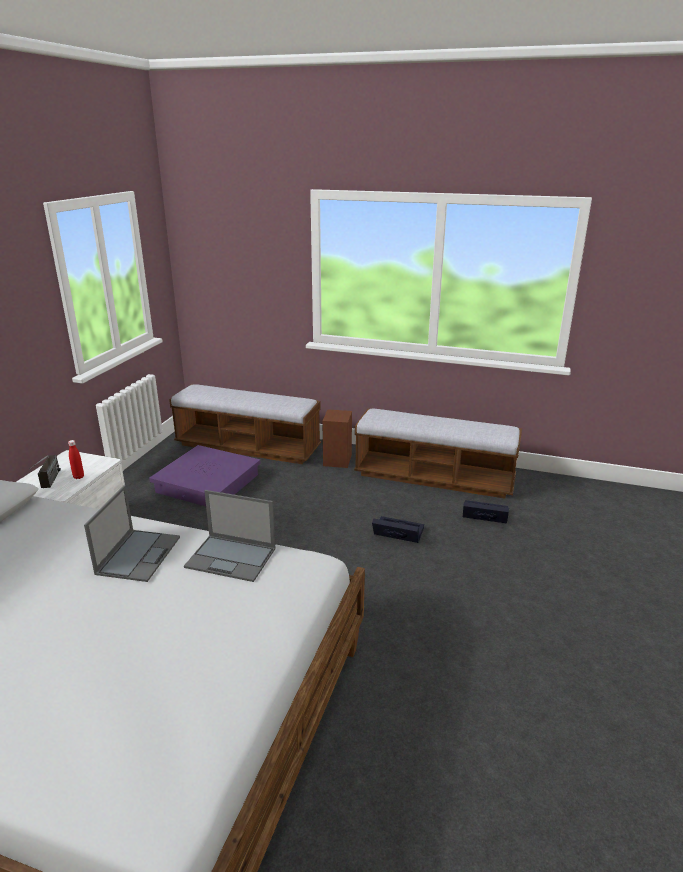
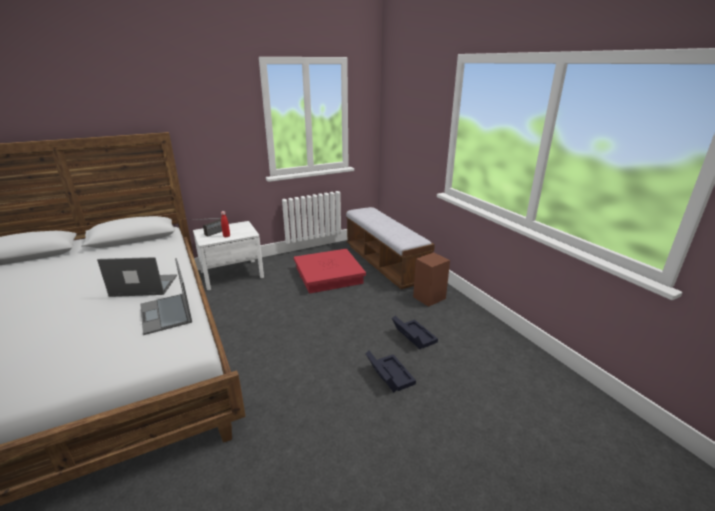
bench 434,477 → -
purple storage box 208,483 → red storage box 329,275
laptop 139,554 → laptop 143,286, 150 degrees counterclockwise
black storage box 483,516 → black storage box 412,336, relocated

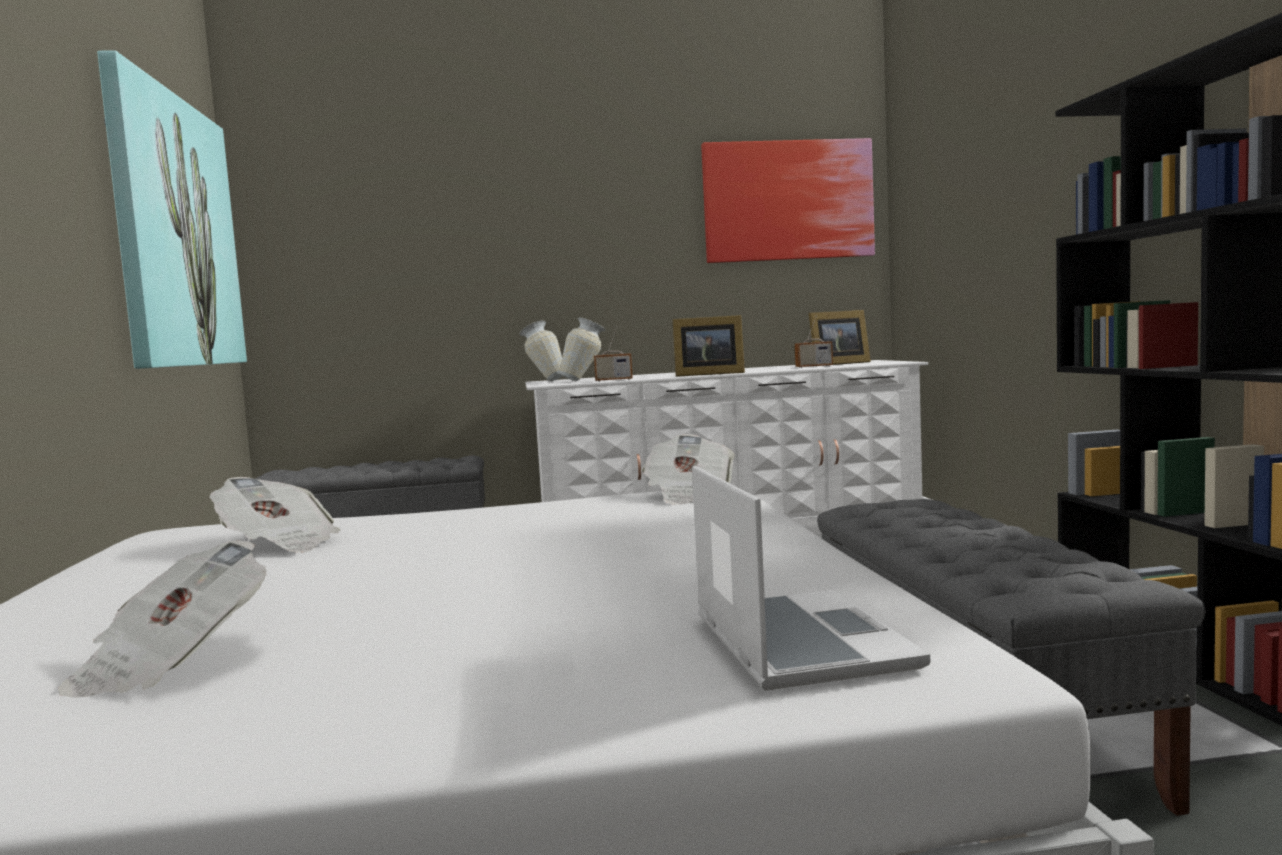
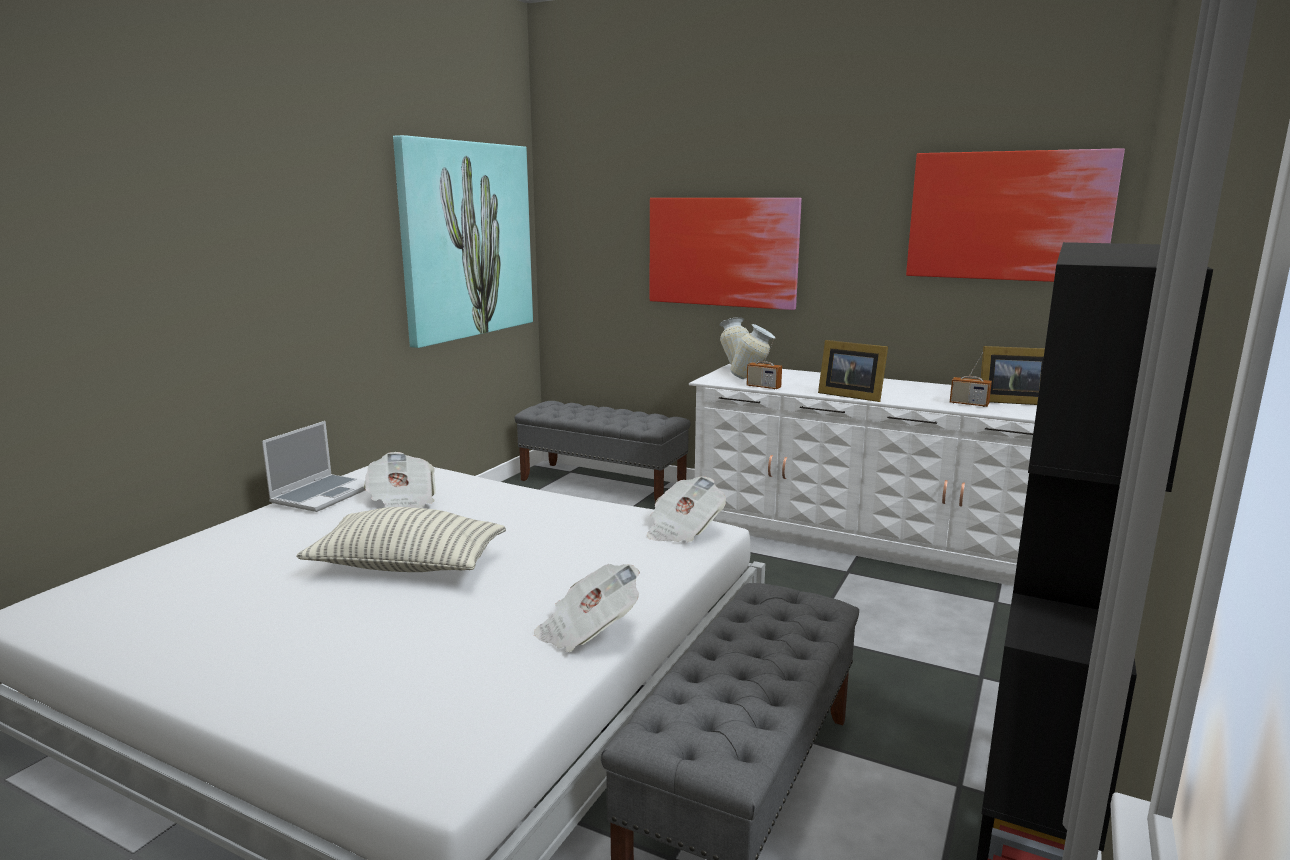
laptop 796,642 → laptop 323,494, relocated
newspaper 171,665 → newspaper 587,631, relocated
- → picture 722,252
- → pillow 407,566

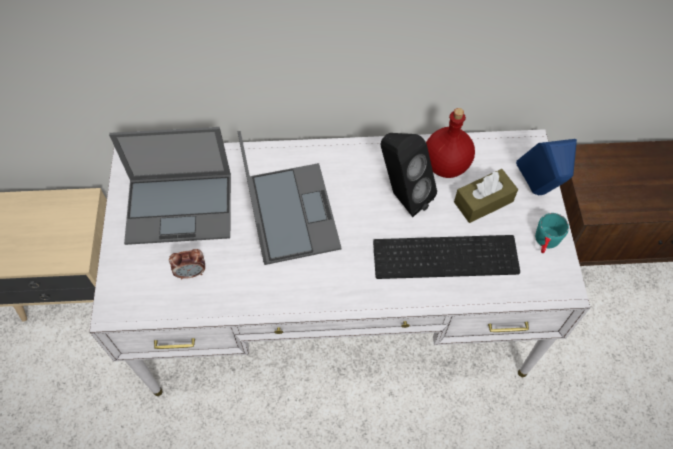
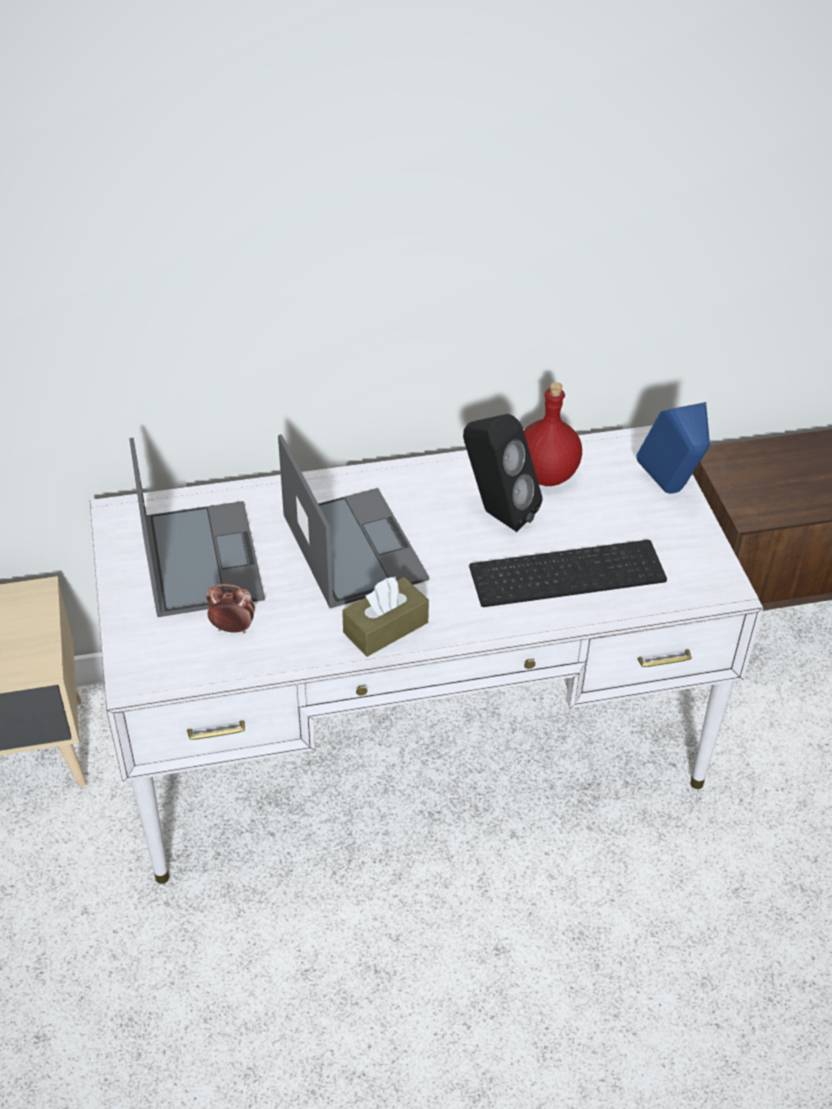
laptop 181,207 → laptop 200,557, 90 degrees counterclockwise
brown tissue box 483,202 → brown tissue box 385,627, relocated
turquoise mug 545,243 → -
alarm clock 191,273 → alarm clock 232,628, 150 degrees counterclockwise

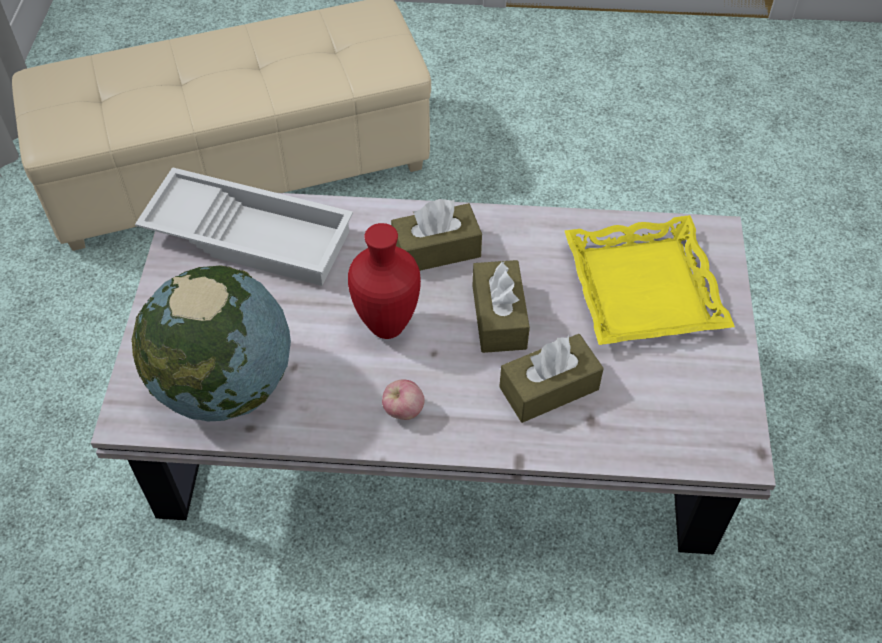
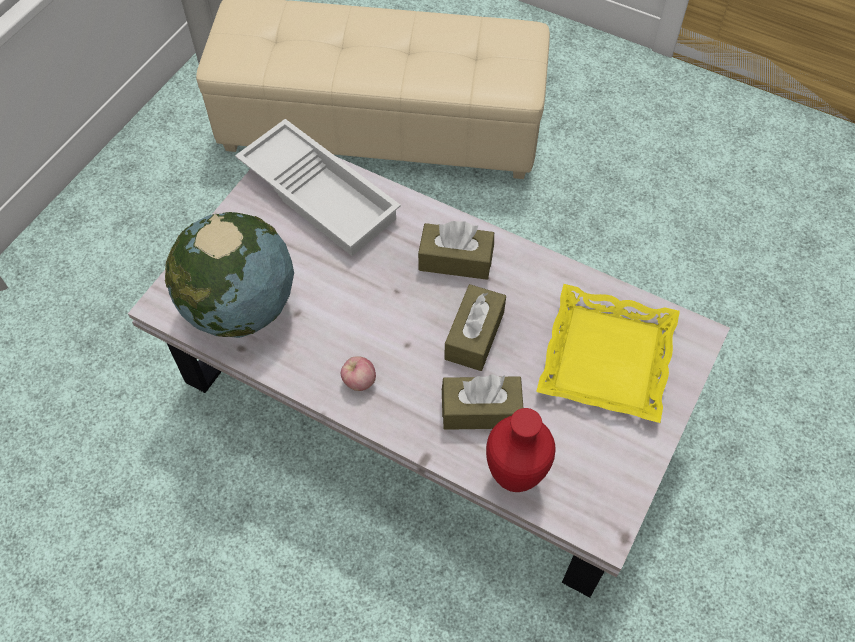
red vase 387,328 → red vase 513,480, relocated

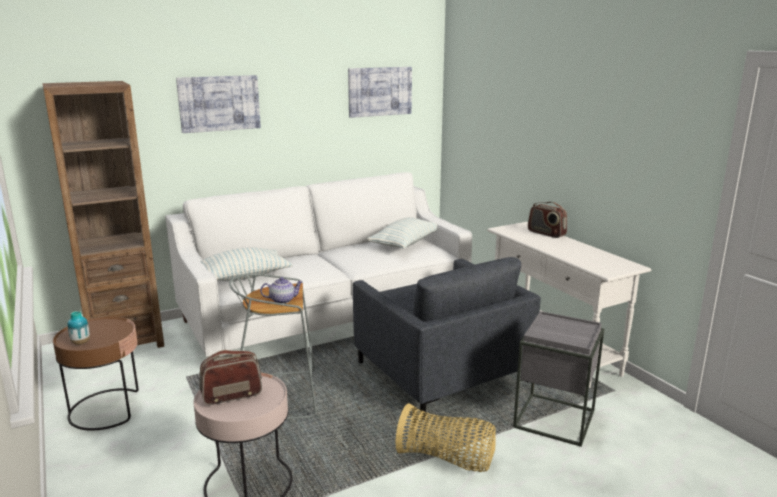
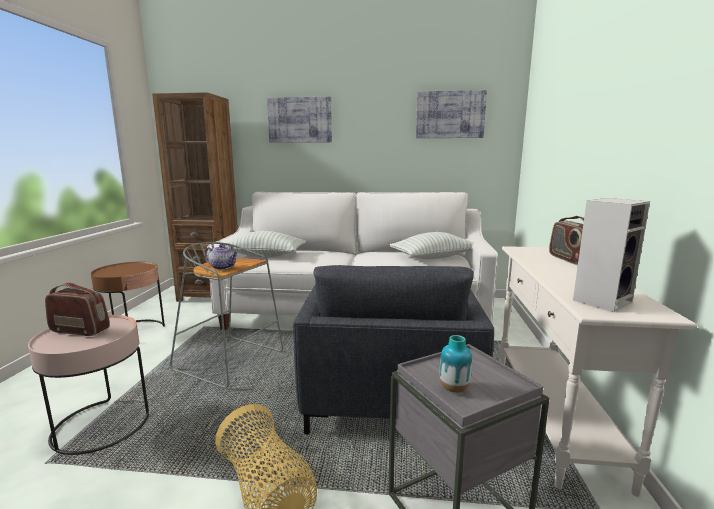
vase 81,343 → vase 454,388, relocated
- → speaker 602,301

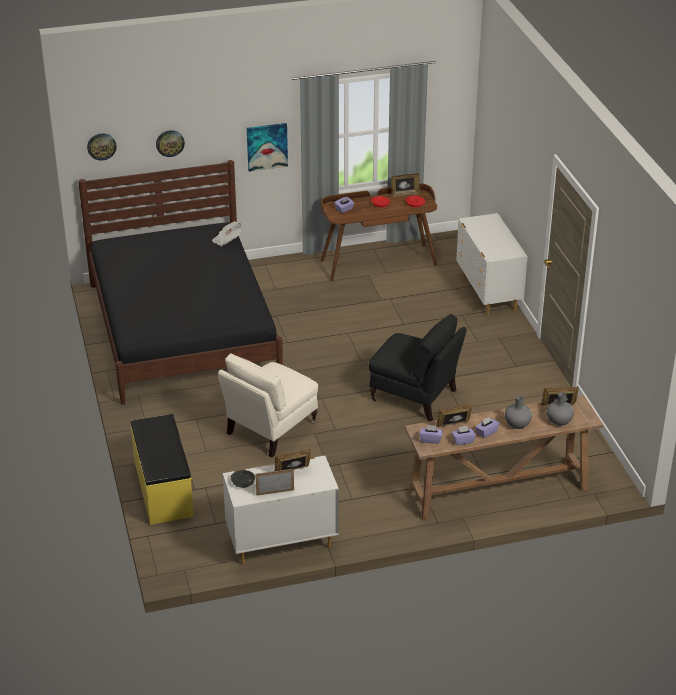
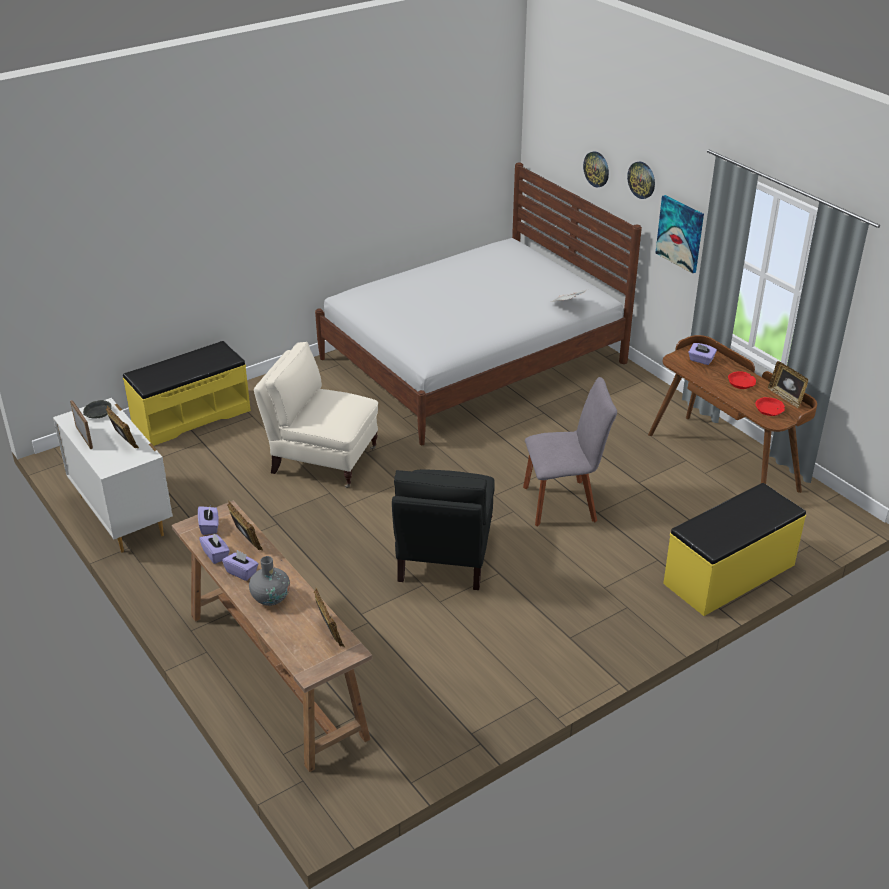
wall clock 101,146 → wall clock 642,180, relocated
black bed 183,330 → white bed 472,360
white dresser 488,294 → yellow bench 730,575
grey vase 559,421 → -
- → grey chair 564,503

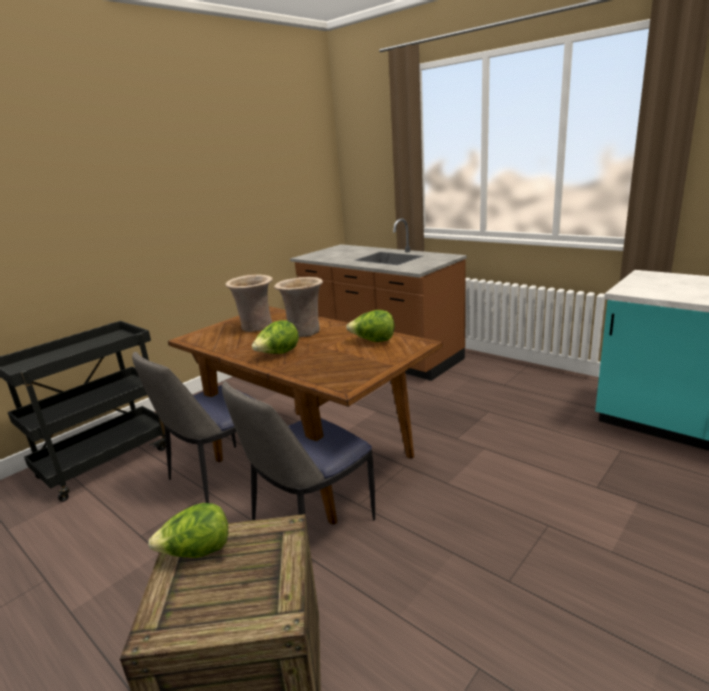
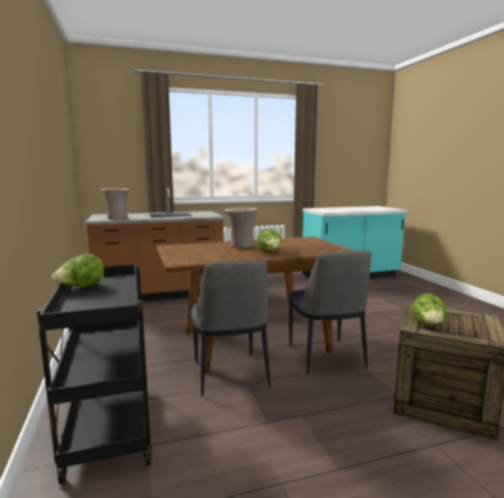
beige vase 256,328 → beige vase 118,219, relocated
lettuce 373,341 → lettuce 81,287, relocated

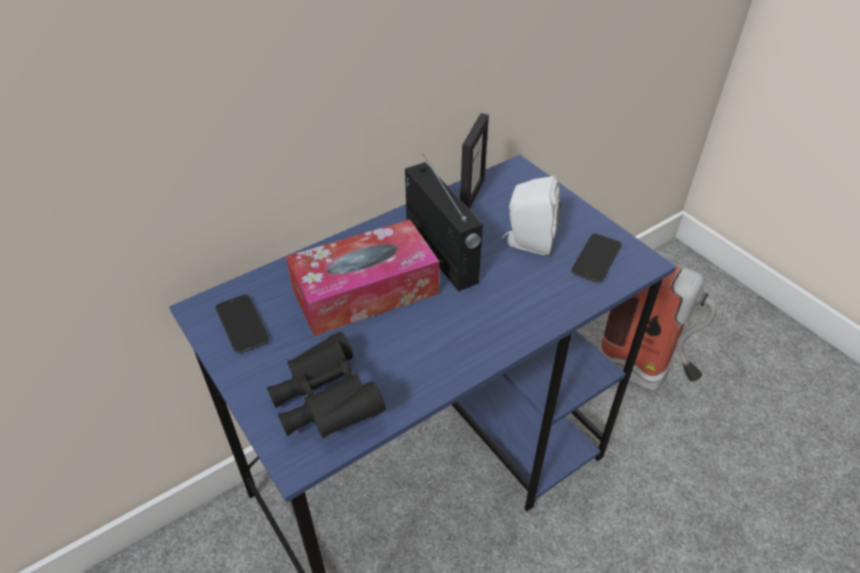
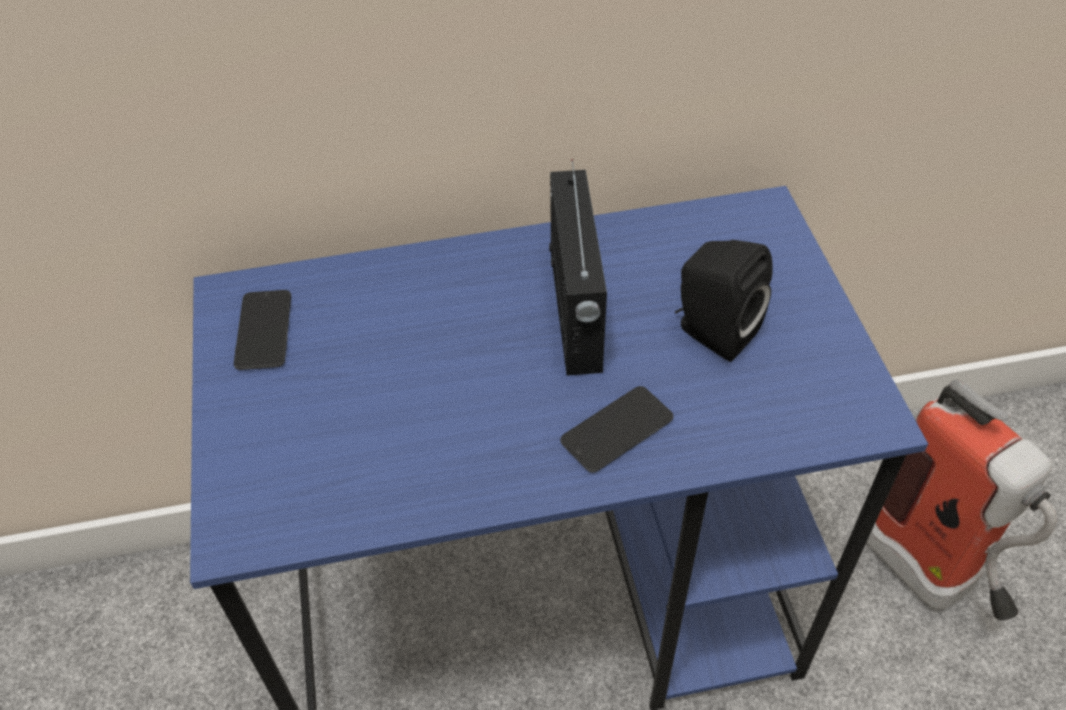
picture frame 471,195 → -
white speaker 527,242 → black speaker 712,332
tissue box 365,291 → -
phone 596,258 → phone 617,430, relocated
black binoculars 325,402 → -

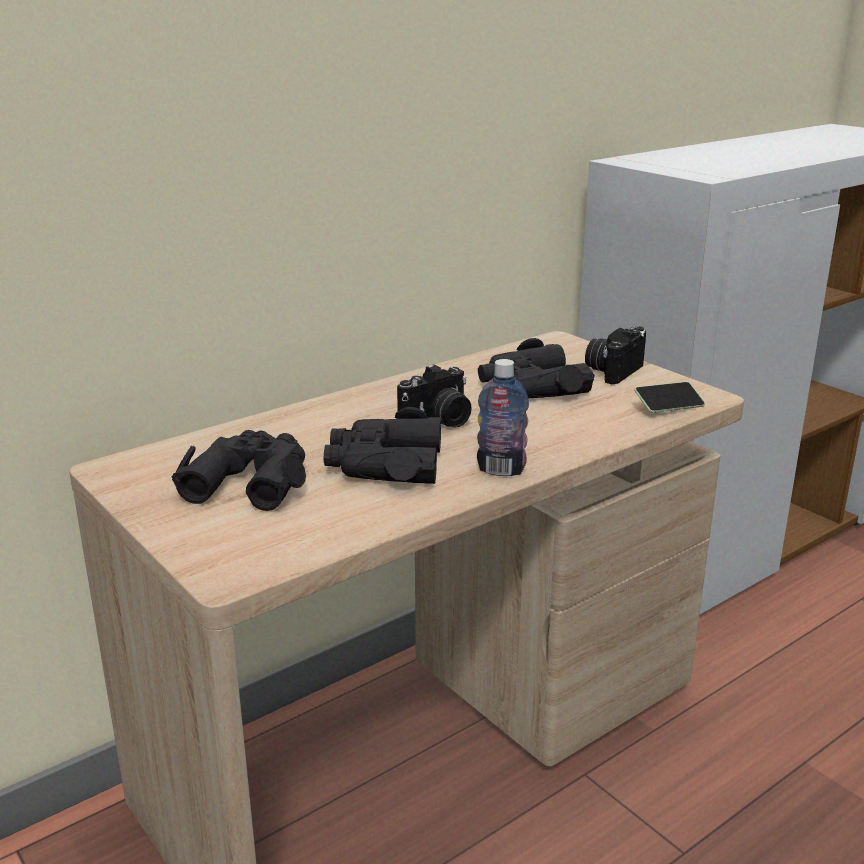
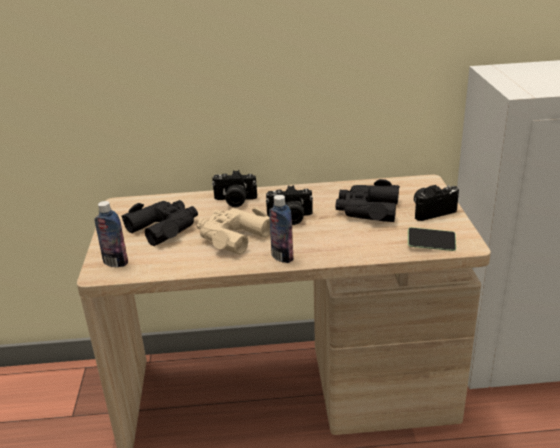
black binoculars 385,464 → beige binoculars 232,236
- → photo camera 234,201
- → bottle 115,263

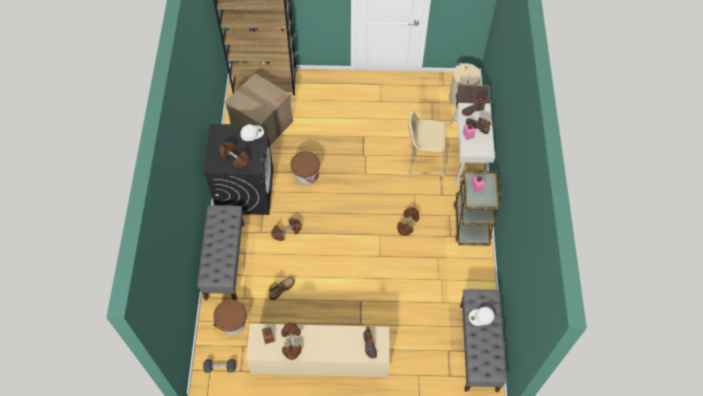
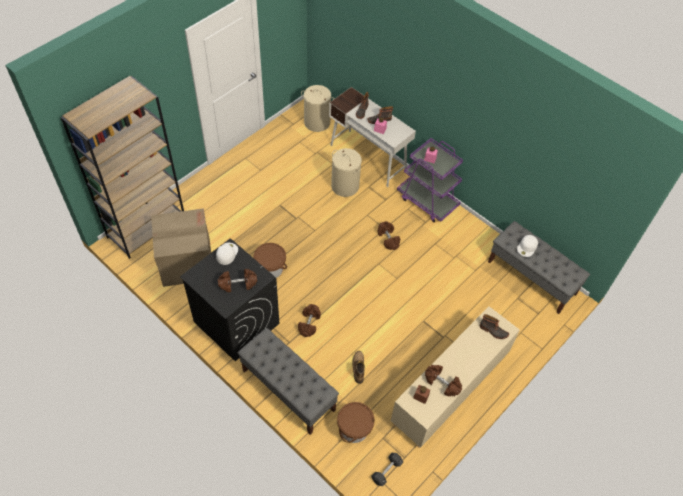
beige stool 424,160 → beige laundry basket 345,186
brown cart 471,222 → purple cart 427,201

